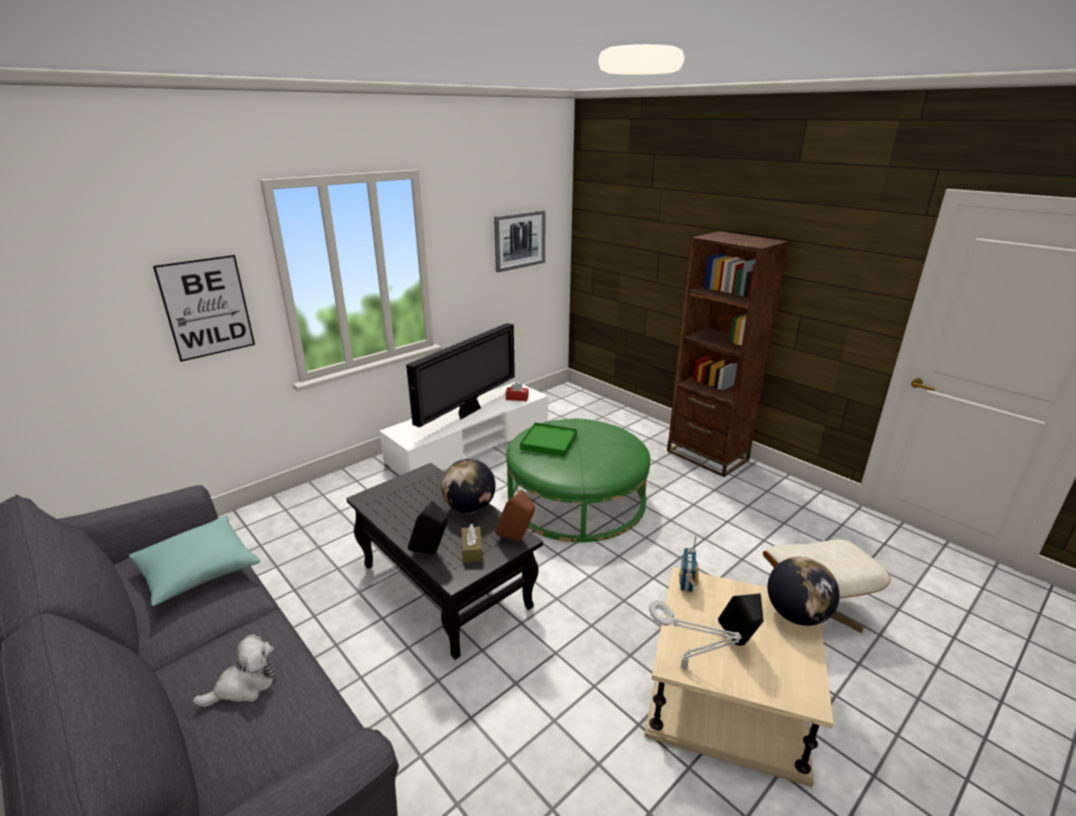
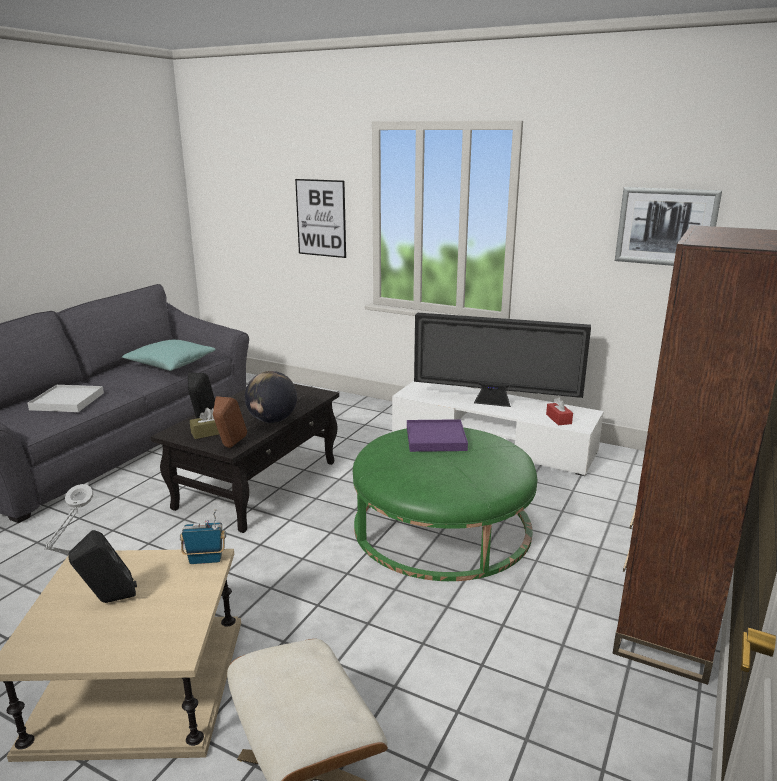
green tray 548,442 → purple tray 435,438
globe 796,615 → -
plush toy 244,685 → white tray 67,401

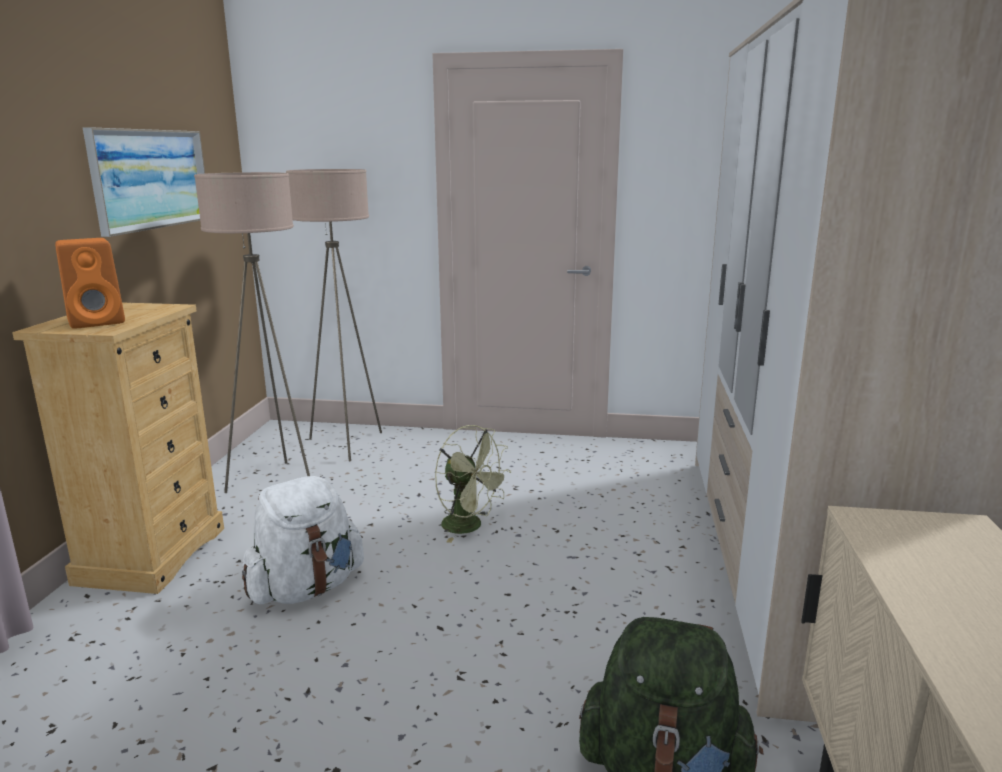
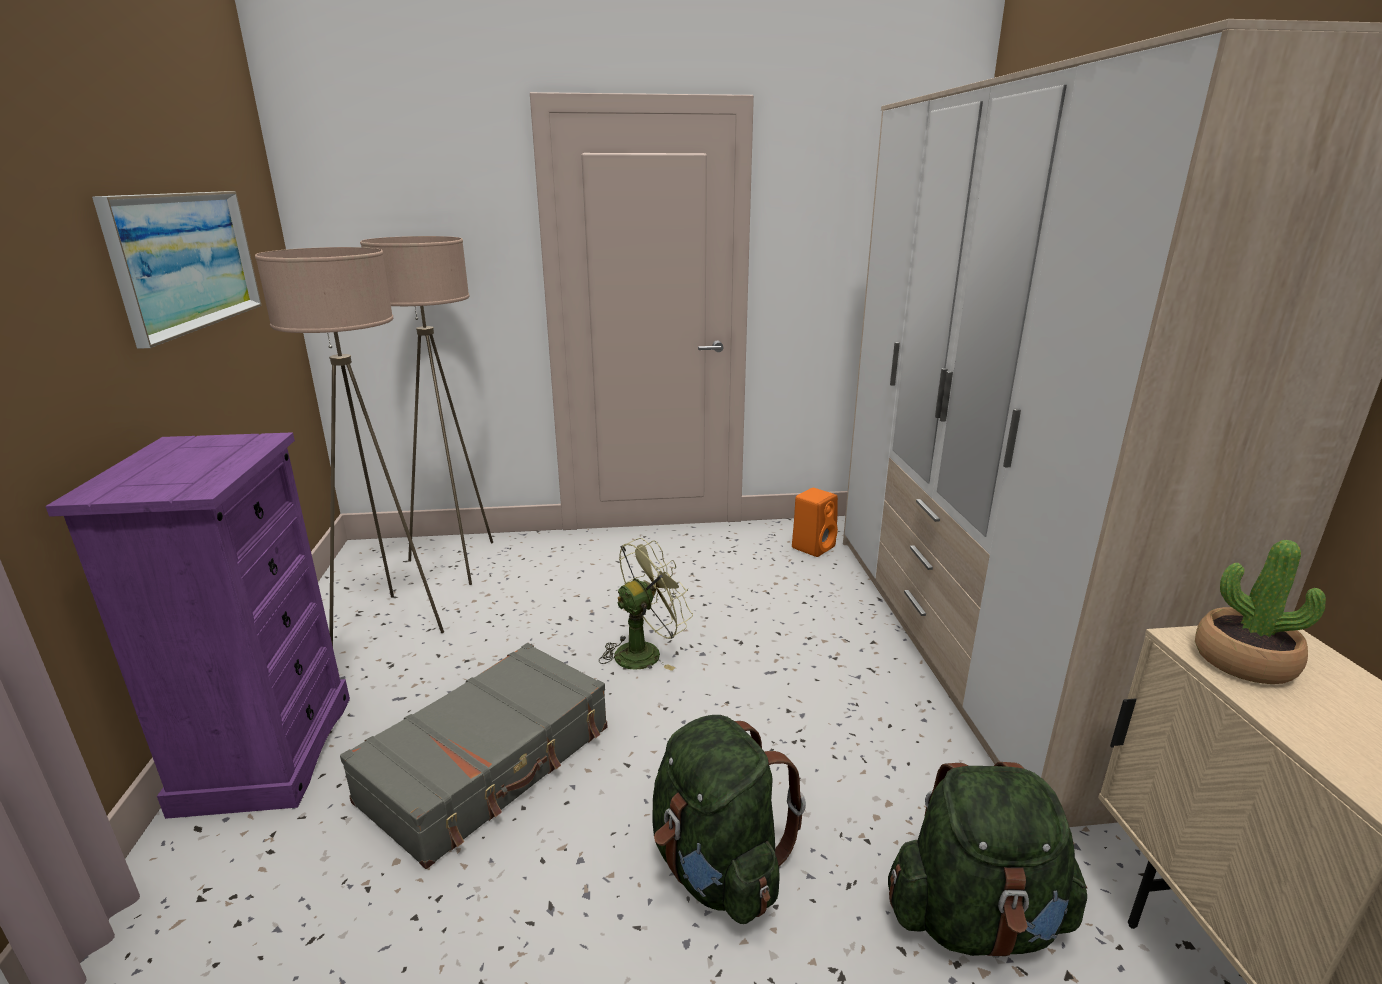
orange speaker 99,321 → orange speaker 813,546, relocated
beige dresser 152,555 → purple dresser 266,751
green fan 470,527 → green fan 645,651, 60 degrees counterclockwise
white backpack 306,588 → grey suitcase 489,764
- → potted plant 1243,661
- → green backpack 717,868

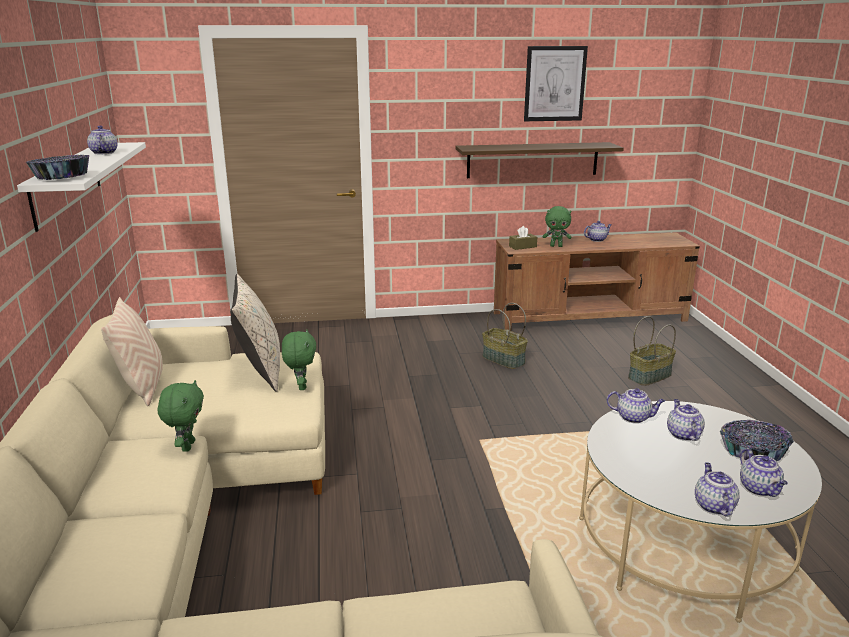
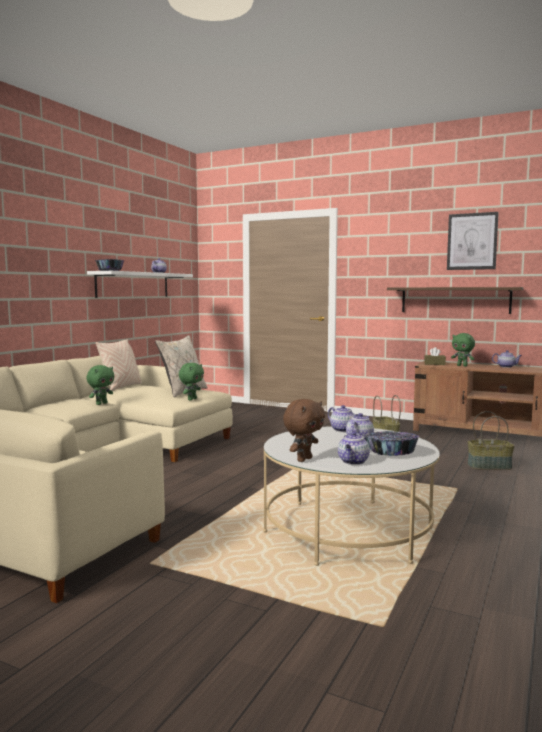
teapot 713,505 → brown plush toy 303,459

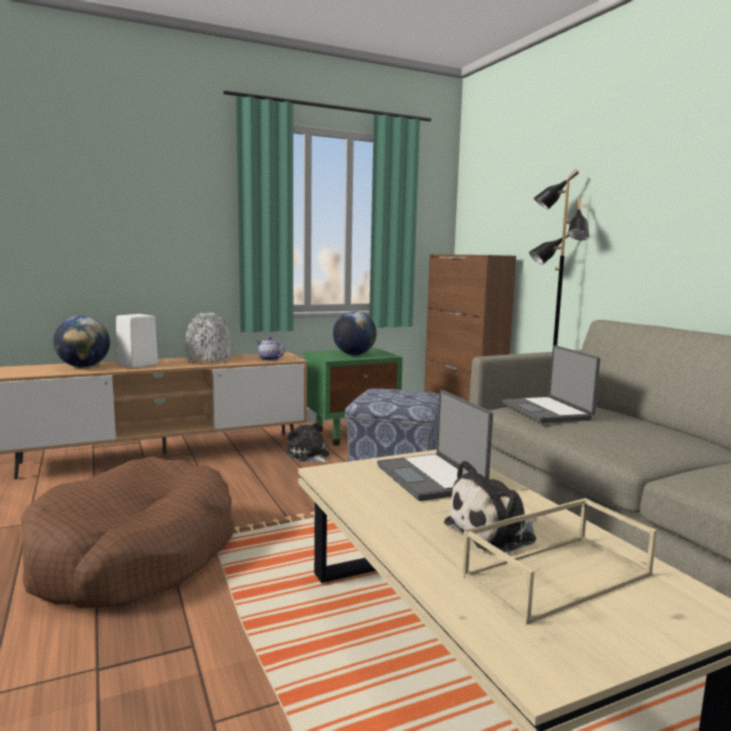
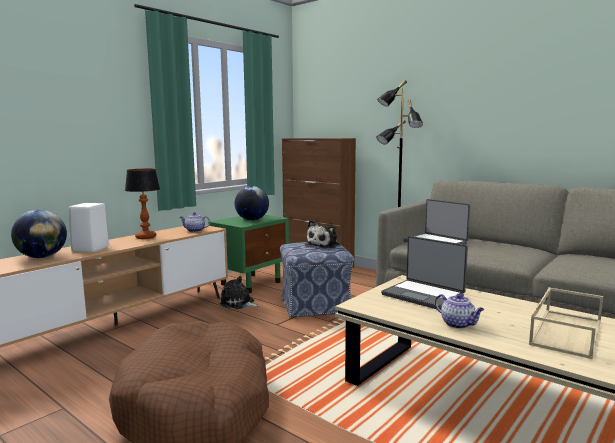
grey vase 208,360 → table lamp 145,237
plush toy 494,532 → plush toy 324,245, relocated
- → teapot 458,324

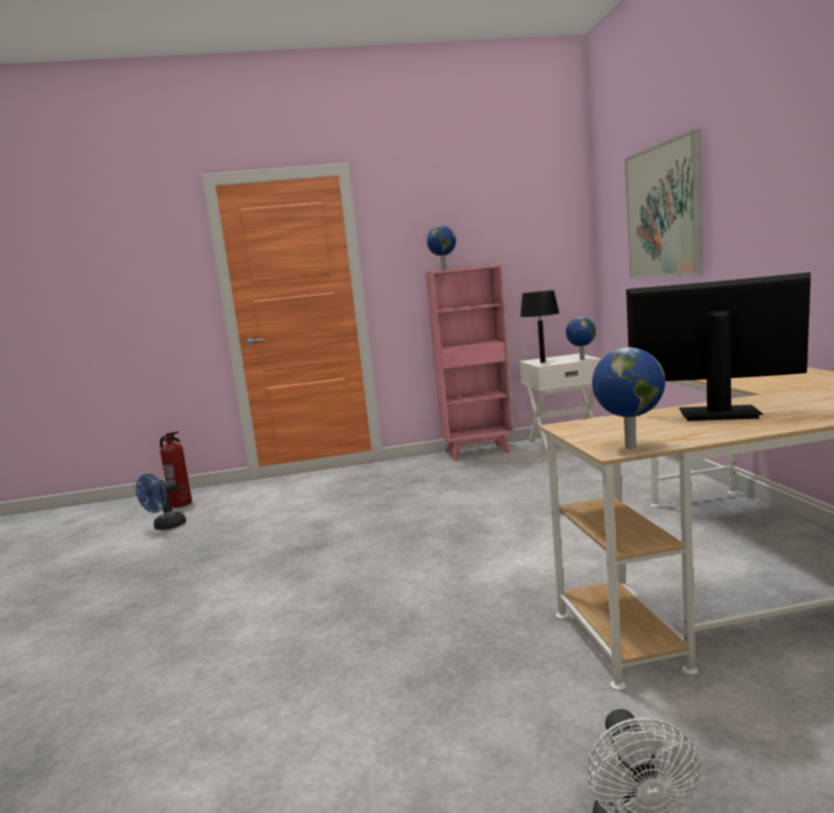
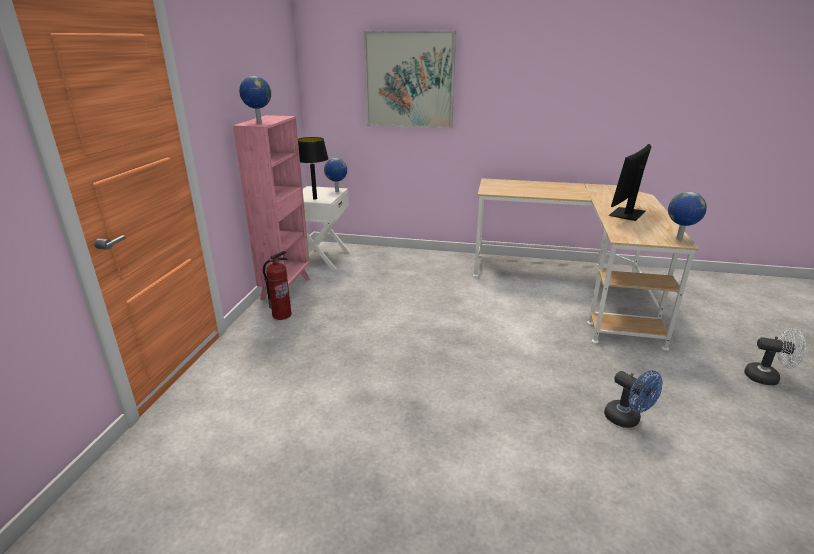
fire extinguisher 181,504 → fire extinguisher 282,315, relocated
blue fan 165,527 → blue fan 627,420, relocated

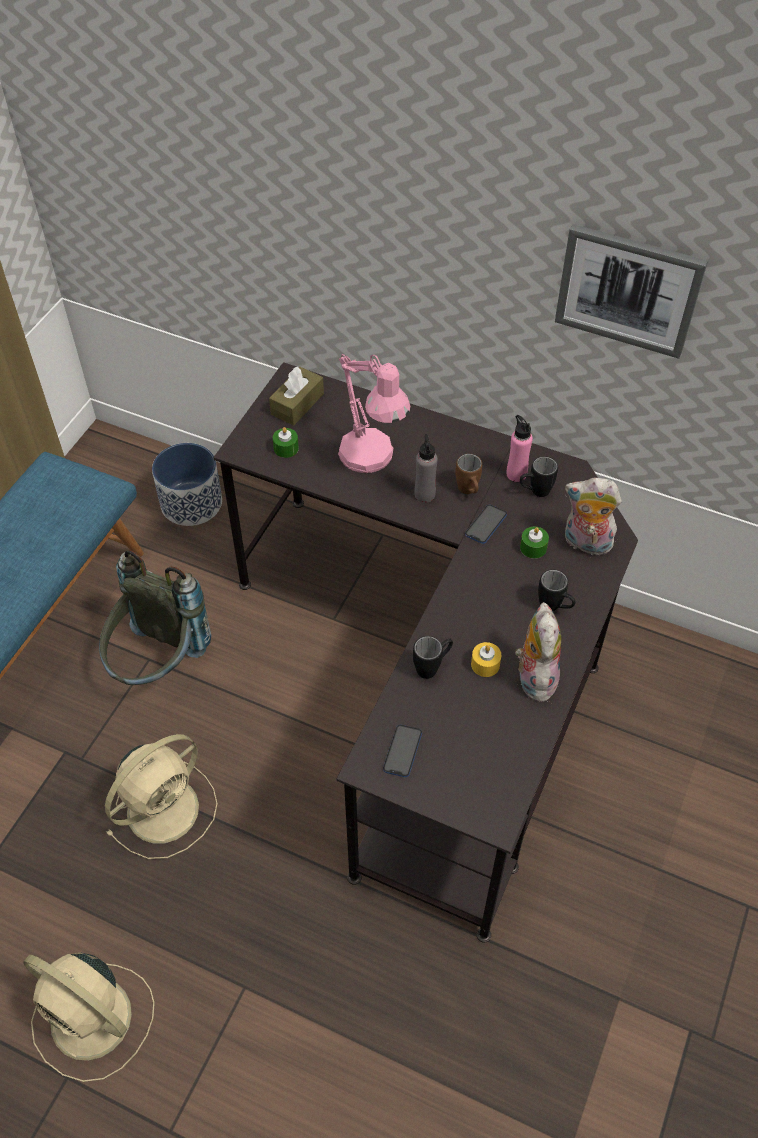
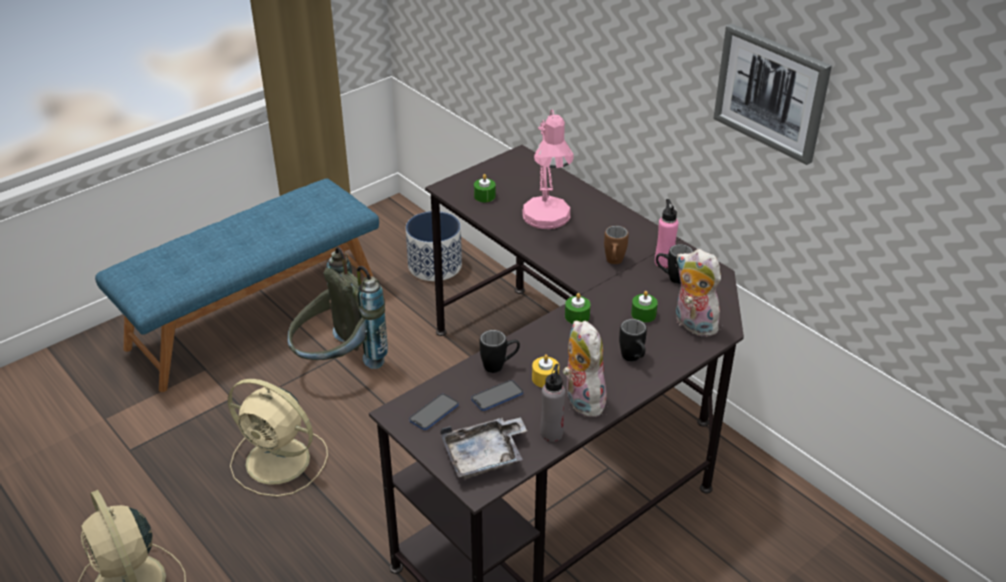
brown tissue box 297,404 → -
grey bottle 424,494 → grey bottle 552,433, relocated
phone 486,525 → phone 497,396, relocated
plush toy 533,677 → plush toy 581,400, 45 degrees counterclockwise
beige fan 165,807 → beige fan 280,461, 45 degrees clockwise
- → green candle 577,316
- → grey tray 485,456

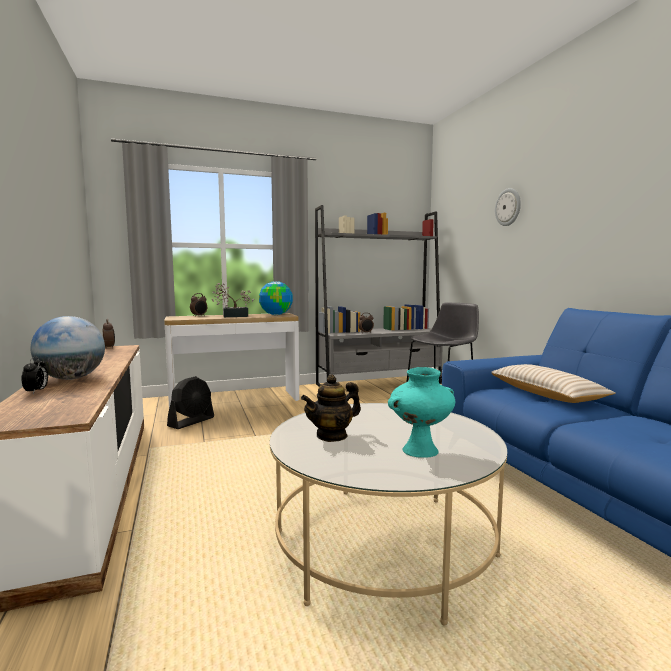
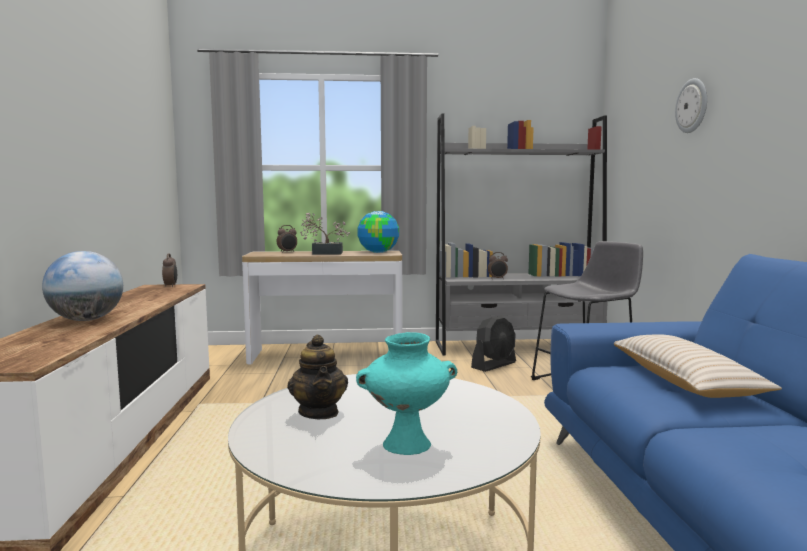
alarm clock 36,391 → -
teapot 332,436 → teapot 319,412, 90 degrees counterclockwise
black fan 191,421 → black fan 494,365, relocated

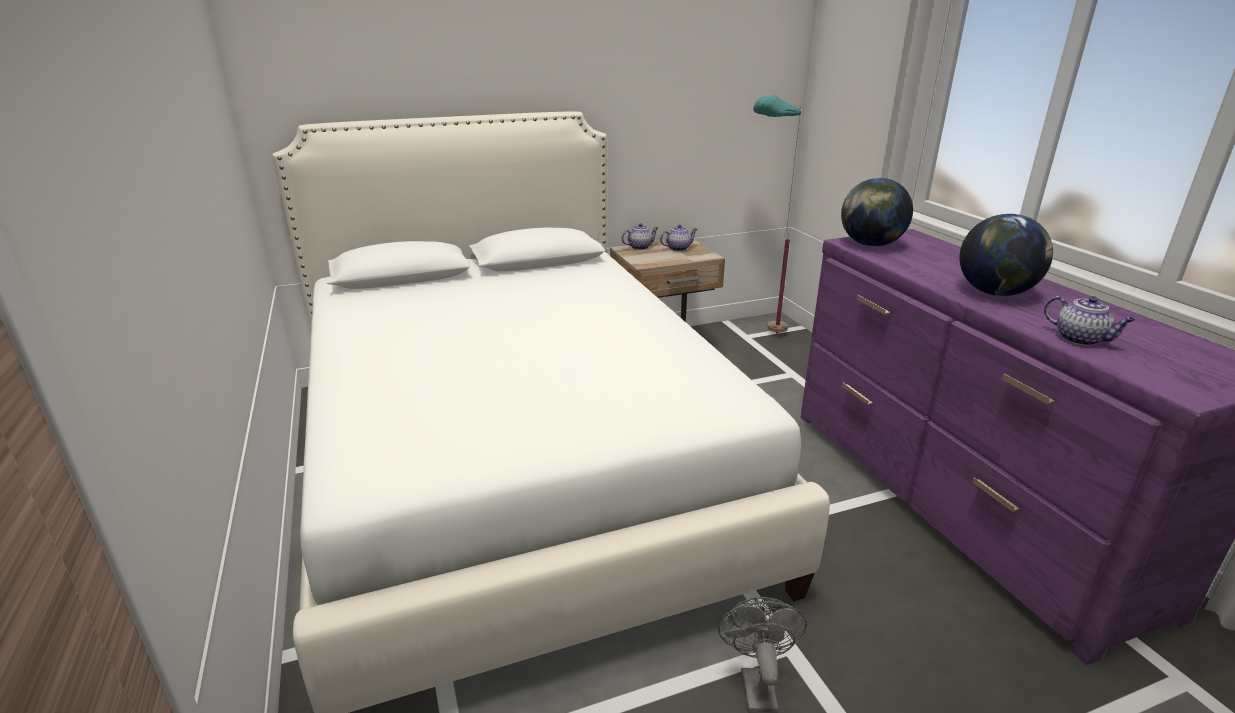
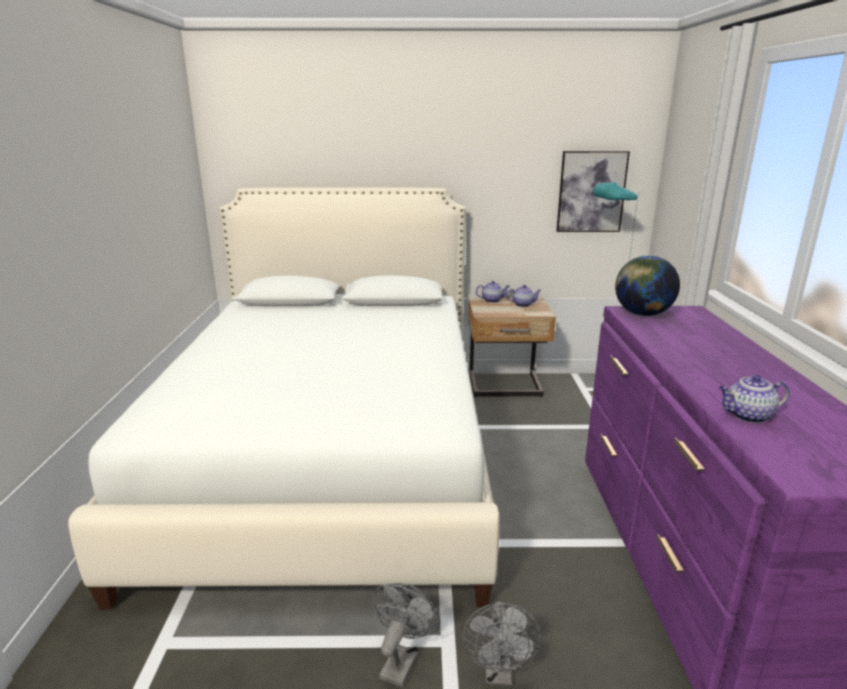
globe 995,293 → -
teapot 1081,339 → teapot 747,416, 105 degrees clockwise
- → picture 591,192
- → grey fan 498,673

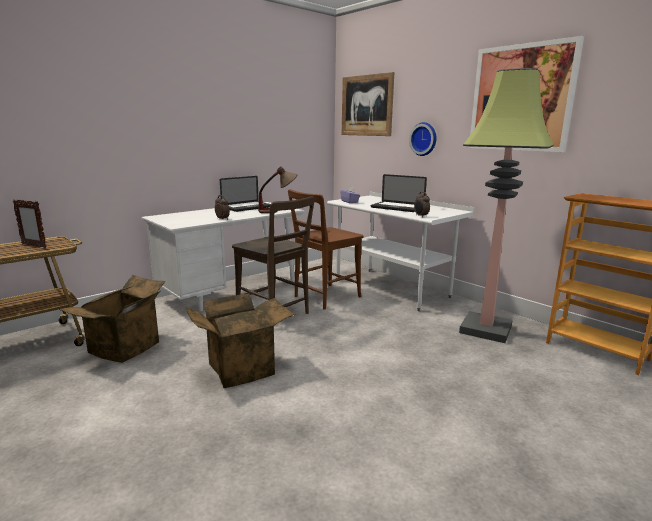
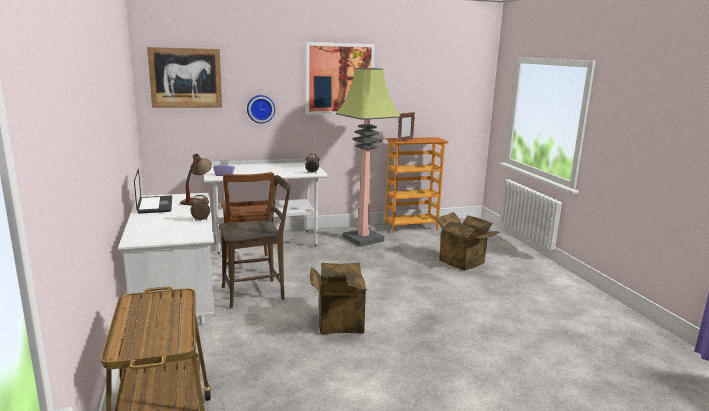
laptop 397,208 → -
picture frame 34,246 → picture frame 405,140, relocated
cardboard box 125,348 → cardboard box 463,261, relocated

